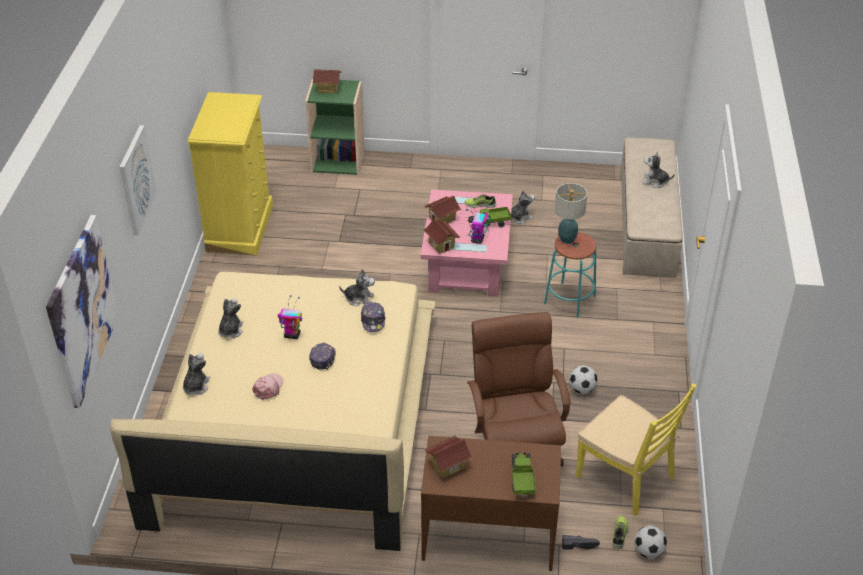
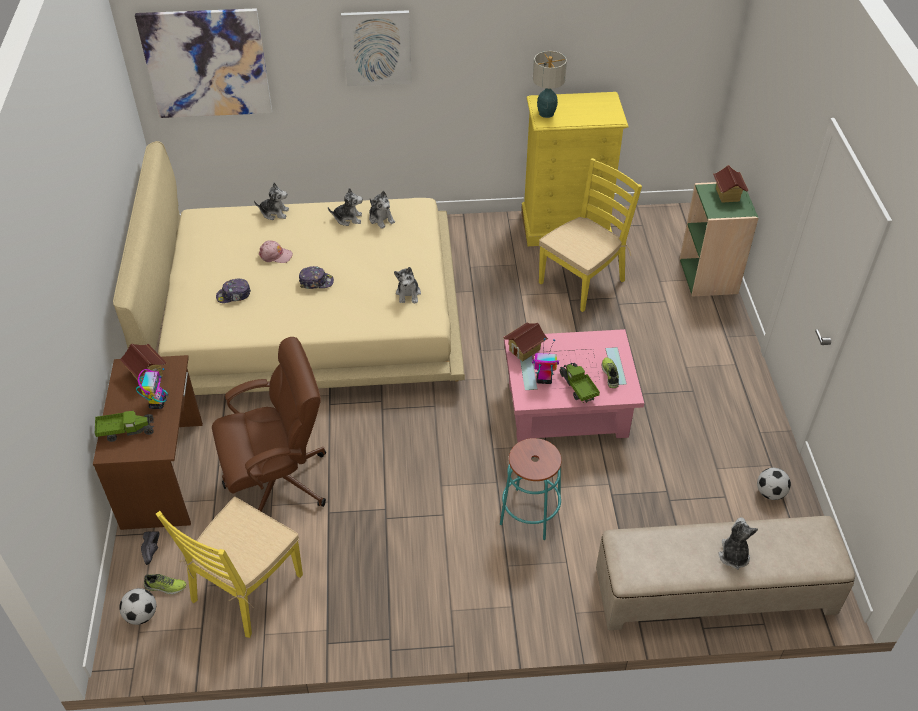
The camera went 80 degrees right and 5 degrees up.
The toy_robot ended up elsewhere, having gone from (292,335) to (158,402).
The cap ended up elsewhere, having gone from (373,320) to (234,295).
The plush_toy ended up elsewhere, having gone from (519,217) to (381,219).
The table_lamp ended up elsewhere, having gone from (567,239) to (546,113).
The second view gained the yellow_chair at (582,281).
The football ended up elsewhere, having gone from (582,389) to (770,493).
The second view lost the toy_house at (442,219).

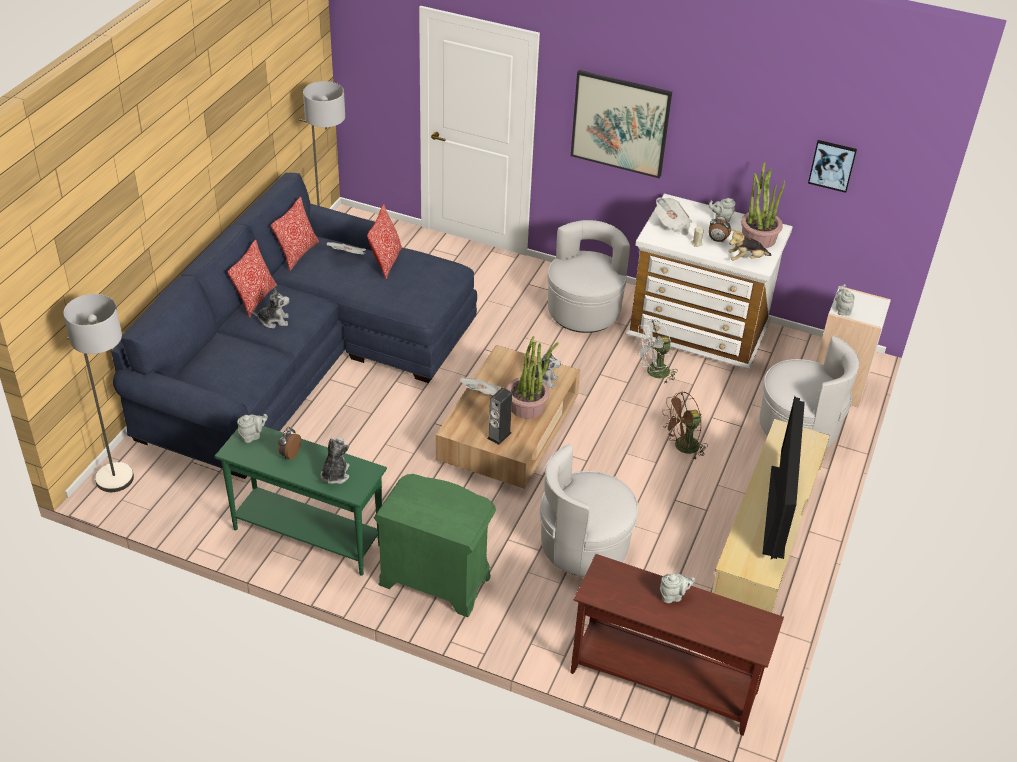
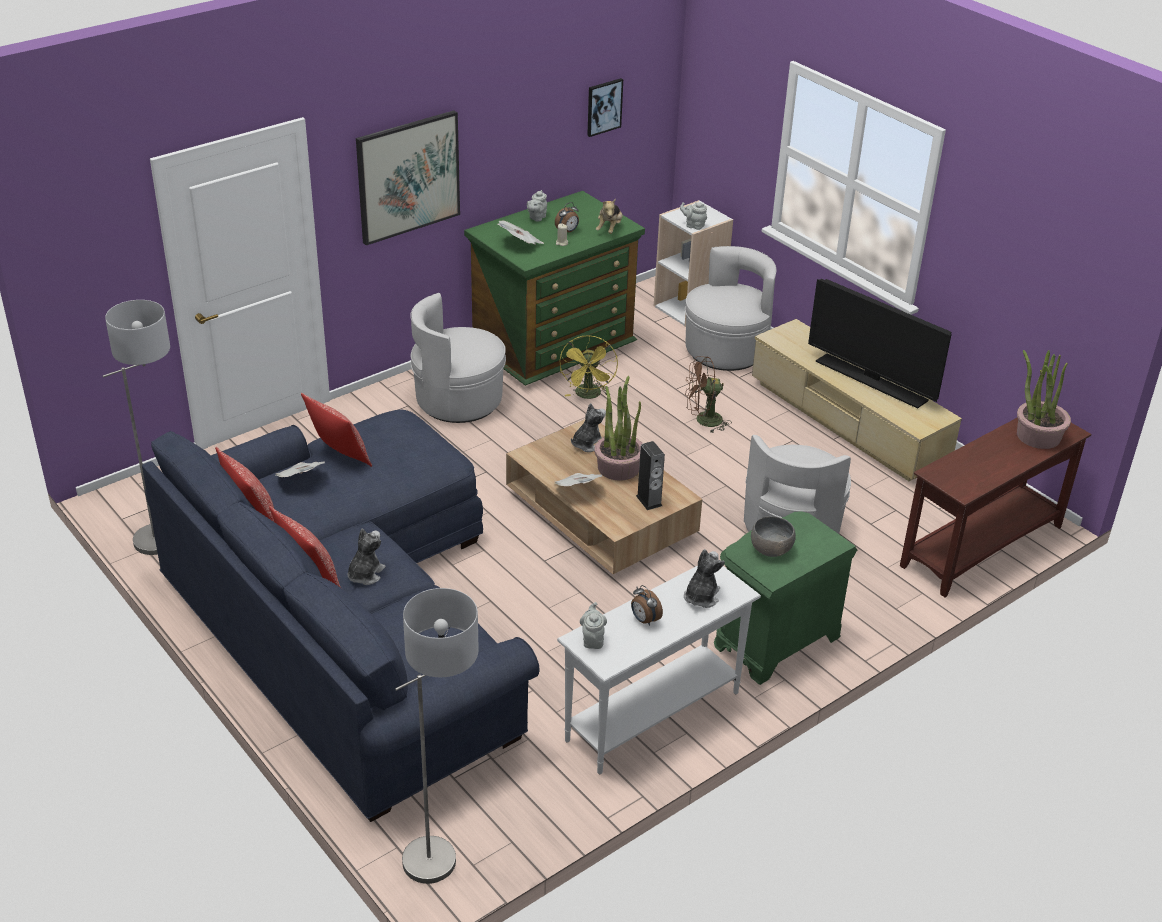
The camera went 60 degrees left and 5 degrees down.
The white_armchair at (583,312) ended up facing another way, 60 degrees counterclockwise from before.
What was the white_dresser at (699,332) turned into the green_dresser at (553,347).
What was the green_console_table at (306,538) turned into the white_console_table at (653,718).
What was the white_fan at (654,373) turned into the yellow_fan at (588,395).
The plush_toy at (335,474) ended up facing another way, 75 degrees clockwise from before.
The brown_fan at (682,447) ended up facing another way, 75 degrees clockwise from before.
The second view gained the grey_bowl at (771,549).
The potted_plant ended up elsewhere, having gone from (758,238) to (1038,436).
The second view lost the grey_teapot at (673,596).

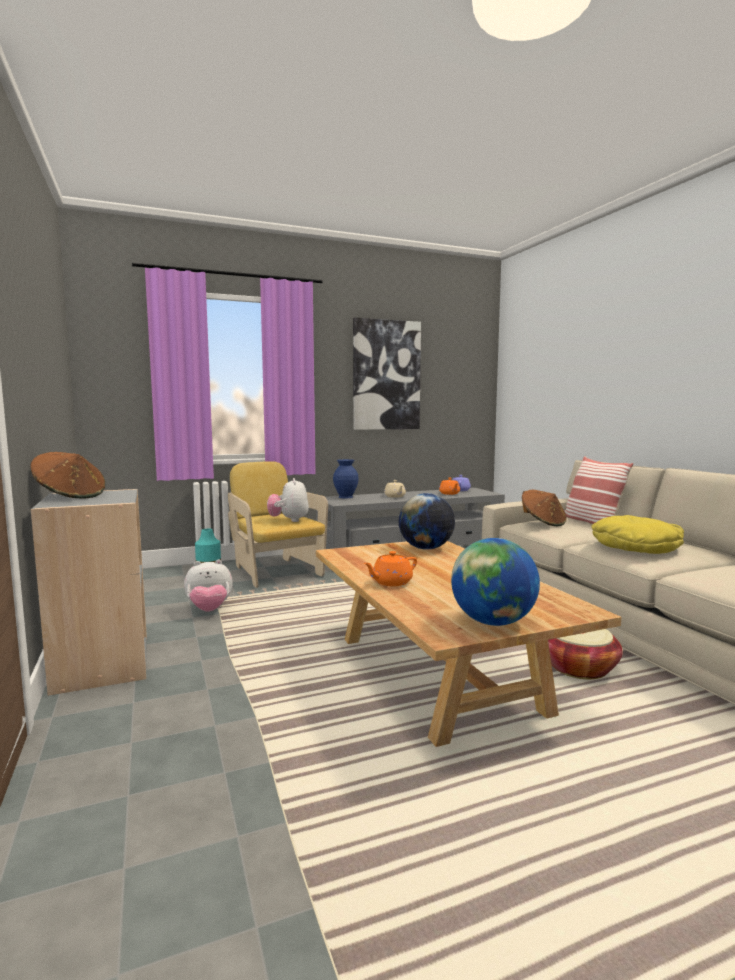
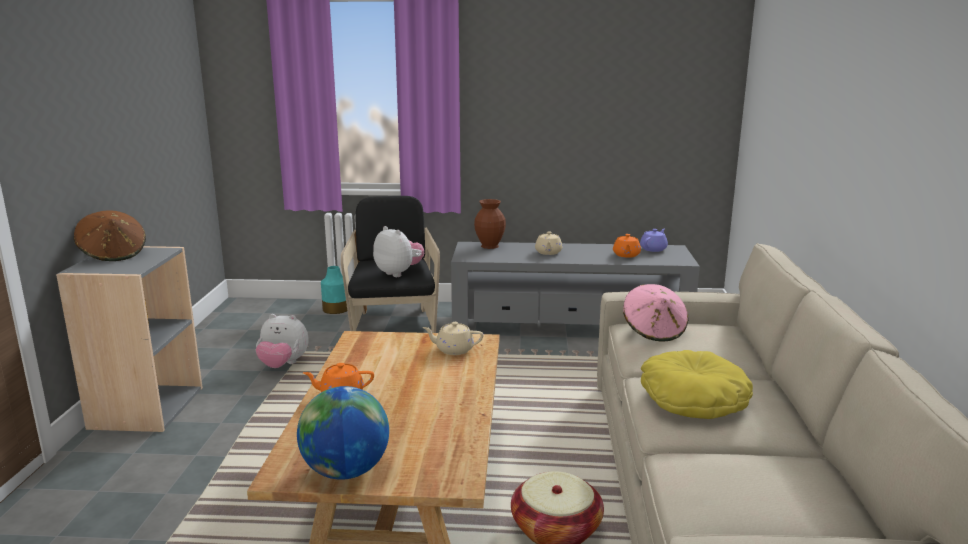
The camera went 25 degrees right and 10 degrees up.
What was the yellow_armchair at (275,572) turned into the black_armchair at (394,326).
The plush_toy at (289,520) ended up facing another way, 120 degrees clockwise from before.
Where the globe stood at (426,548), the beige_teapot came to stand at (453,350).
What was the blue_vase at (345,497) turned into the brown_vase at (489,246).
What was the brown_hat at (543,523) turned into the pink_hat at (654,331).
The second view lost the picture at (386,375).
The second view lost the pillow at (591,522).

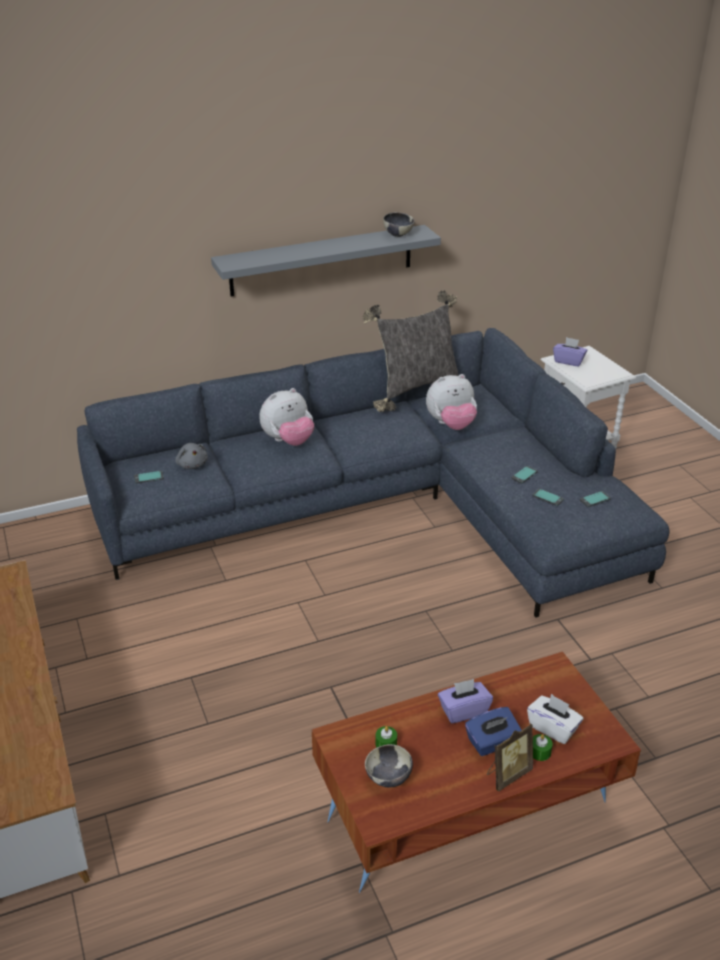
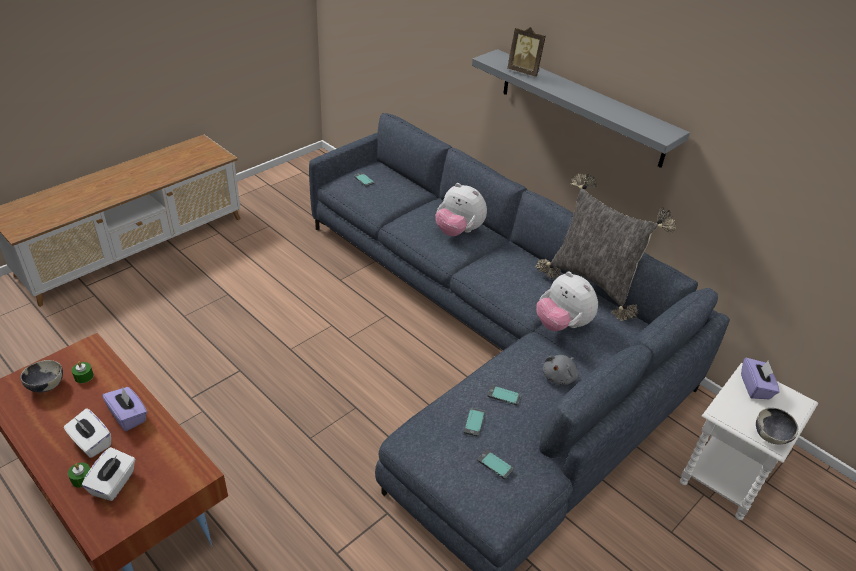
The camera went 65 degrees right and 5 degrees up.
What was the blue_tissue_box at (492,742) turned into the white_tissue_box at (91,442).
The picture_frame ended up elsewhere, having gone from (507,774) to (524,71).
The grey_plush_toy ended up elsewhere, having gone from (192,464) to (559,377).
The bowl ended up elsewhere, having gone from (398,234) to (771,436).

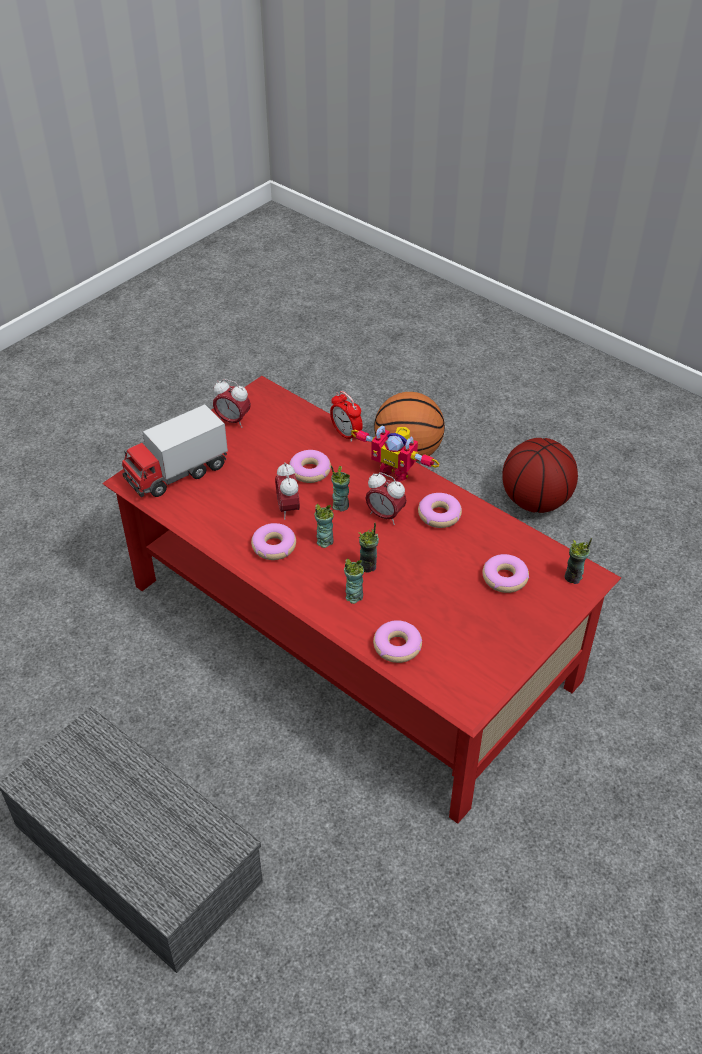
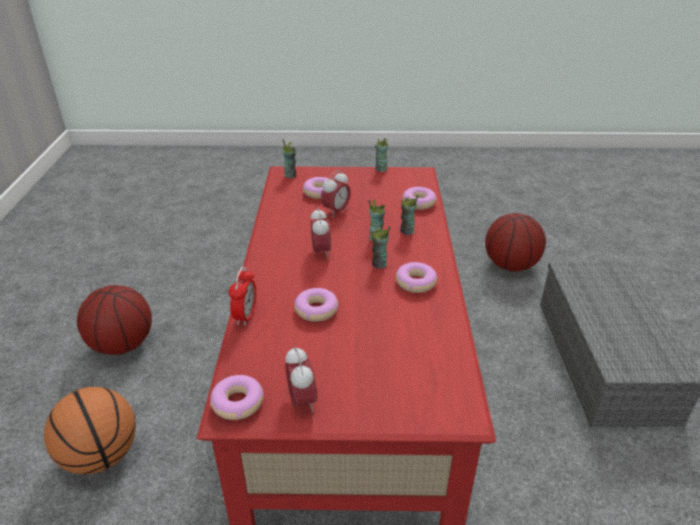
The camera went 130 degrees left and 10 degrees down.
The donut ended up elsewhere, having gone from (439,515) to (237,403).
The alarm_clock ended up elsewhere, having gone from (288,509) to (336,211).
The cup ended up elsewhere, having gone from (340,505) to (381,169).
The second view gained the basketball at (511,265).
The second view lost the toy_truck at (177,473).
The second view lost the toy_robot at (396,470).

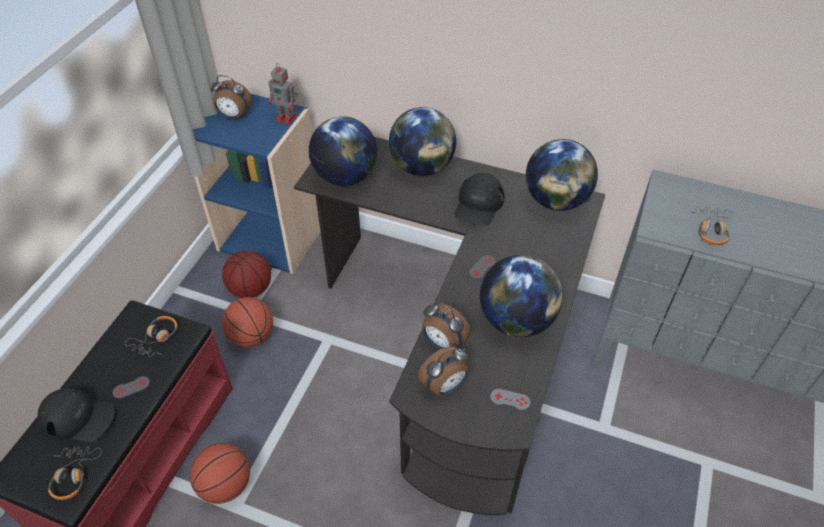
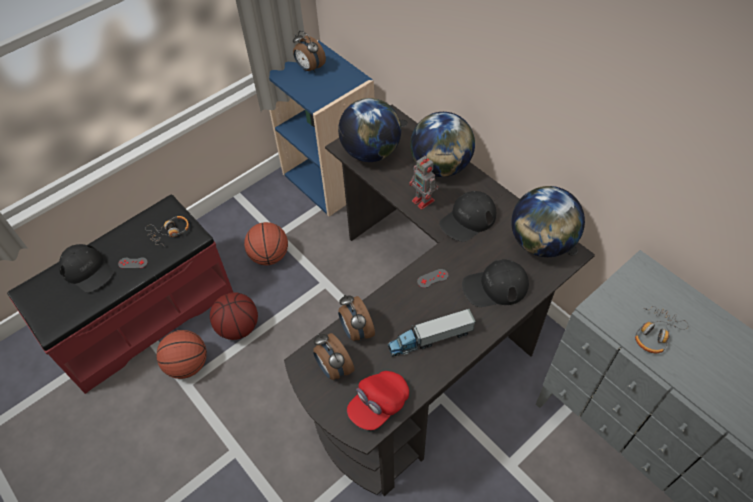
The camera went 30 degrees right and 5 degrees up.
The basketball ended up elsewhere, having gone from (250,289) to (238,327).
The alarm_clock at (445,386) ended up facing another way, 60 degrees clockwise from before.
Where the grey_game_controller stood at (510,399), the red_cap came to stand at (378,405).
Where the globe stood at (516,320), the toy_truck came to stand at (430,339).
The toy_robot ended up elsewhere, having gone from (287,118) to (424,201).
The second view gained the black_cap at (495,287).
The second view lost the headphones at (73,475).

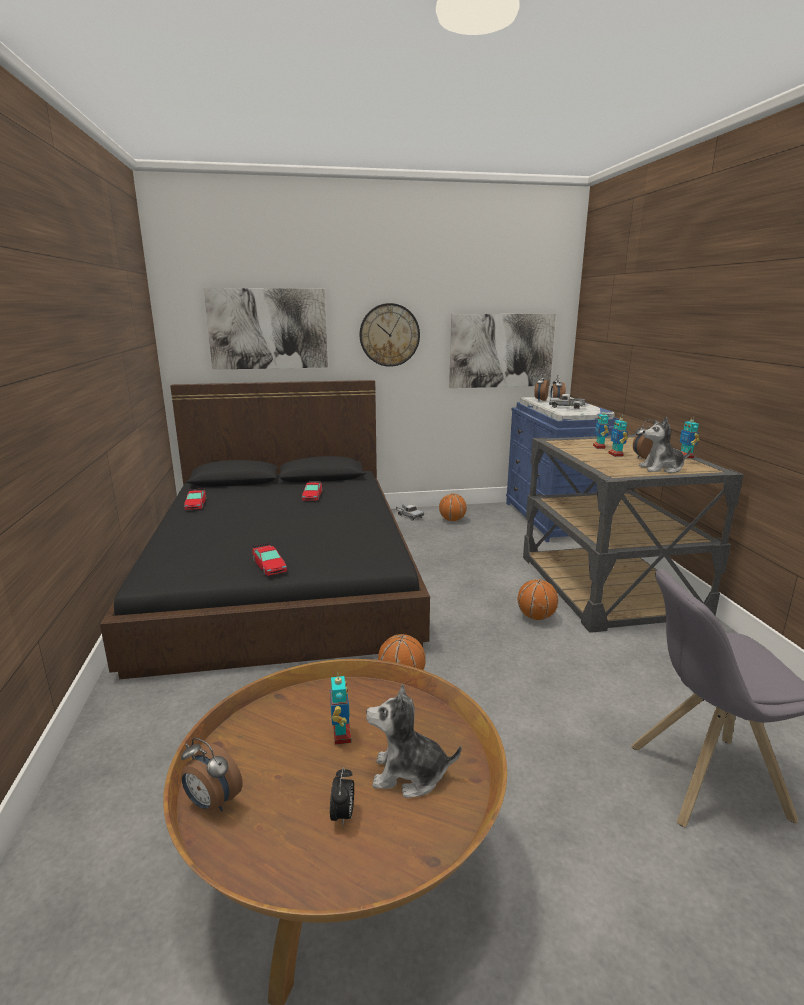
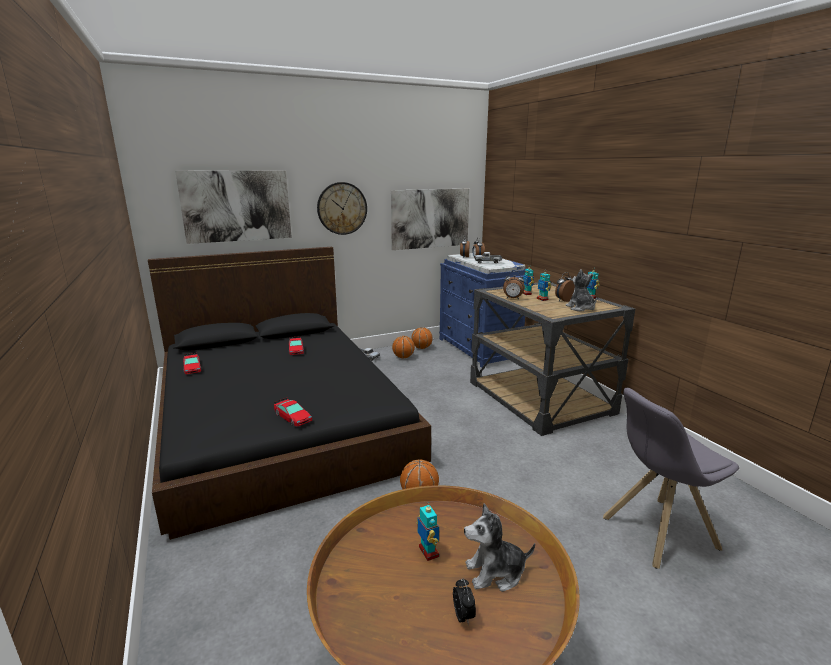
The camera went 15 degrees left and 0 degrees up.
The basketball ended up elsewhere, having gone from (536,617) to (421,348).
The alarm_clock ended up elsewhere, having gone from (212,803) to (512,298).
The plush_toy at (662,468) ended up facing another way, 90 degrees clockwise from before.

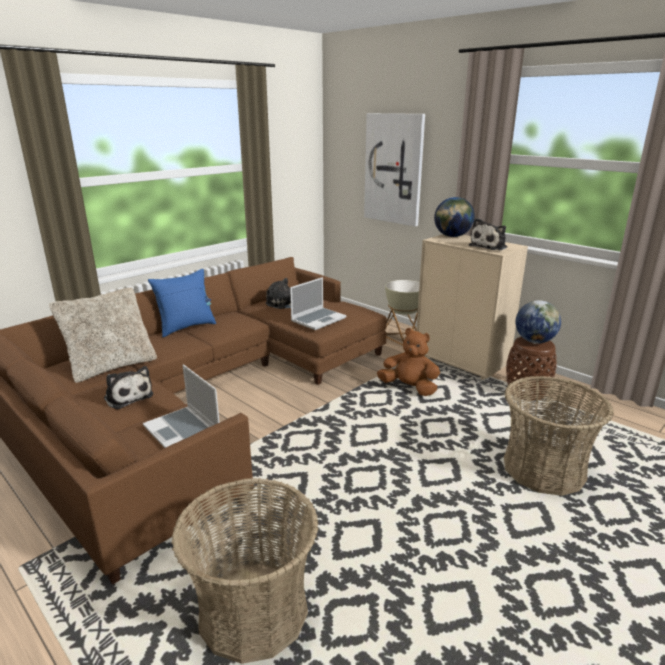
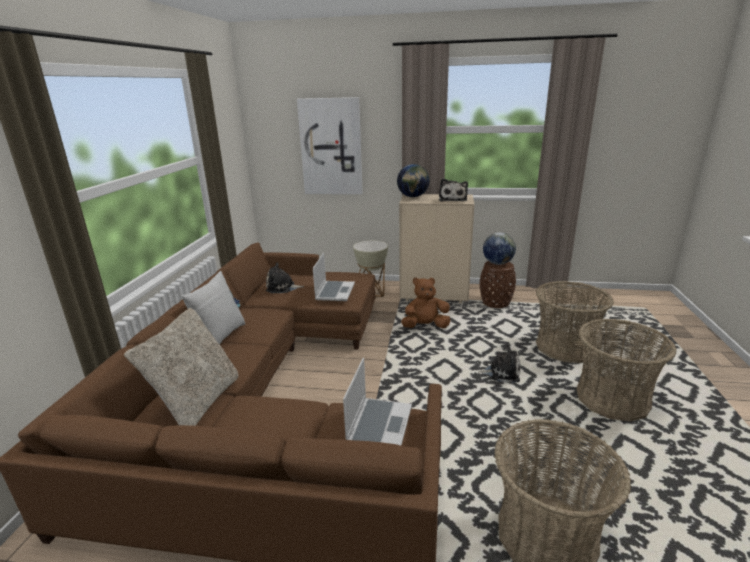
The camera went 35 degrees left and 0 degrees up.
What was the blue_pillow at (186,328) turned into the grey_pillow at (221,337).
The laptop at (183,432) ended up facing another way, 90 degrees counterclockwise from before.
The plush_toy ended up elsewhere, having gone from (128,396) to (502,372).
The second view gained the basket at (612,399).

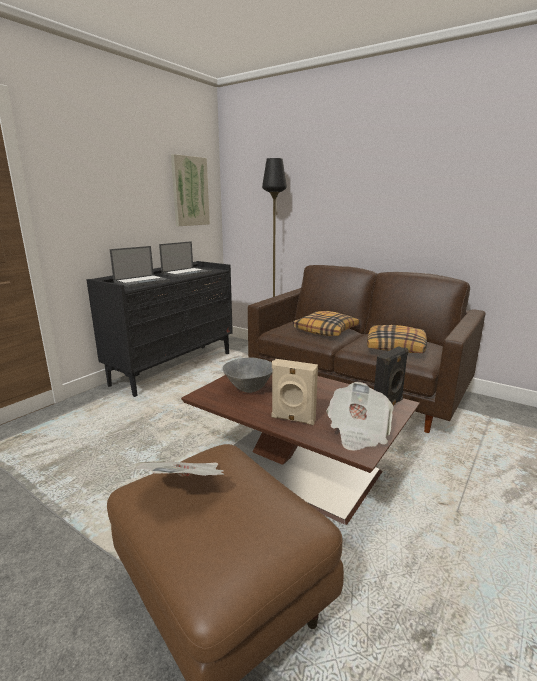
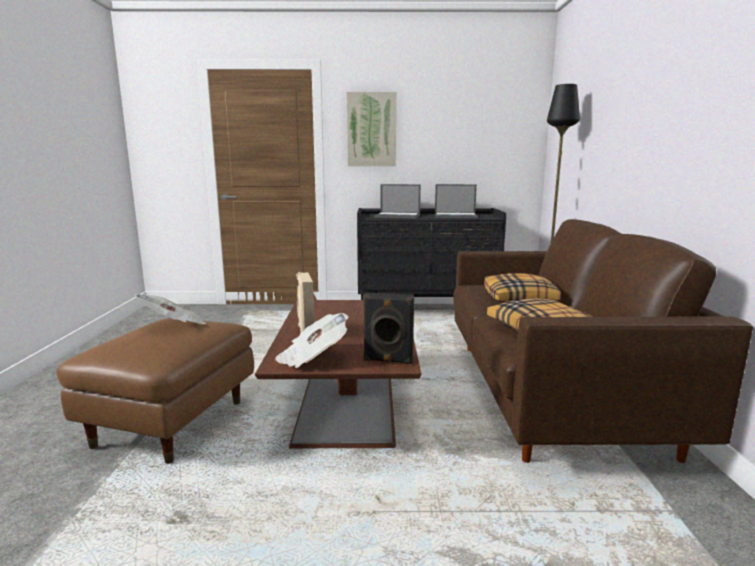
The camera went 55 degrees right and 5 degrees down.
The picture ended up elsewhere, having gone from (190,191) to (371,130).
The second view lost the grey_bowl at (249,389).

